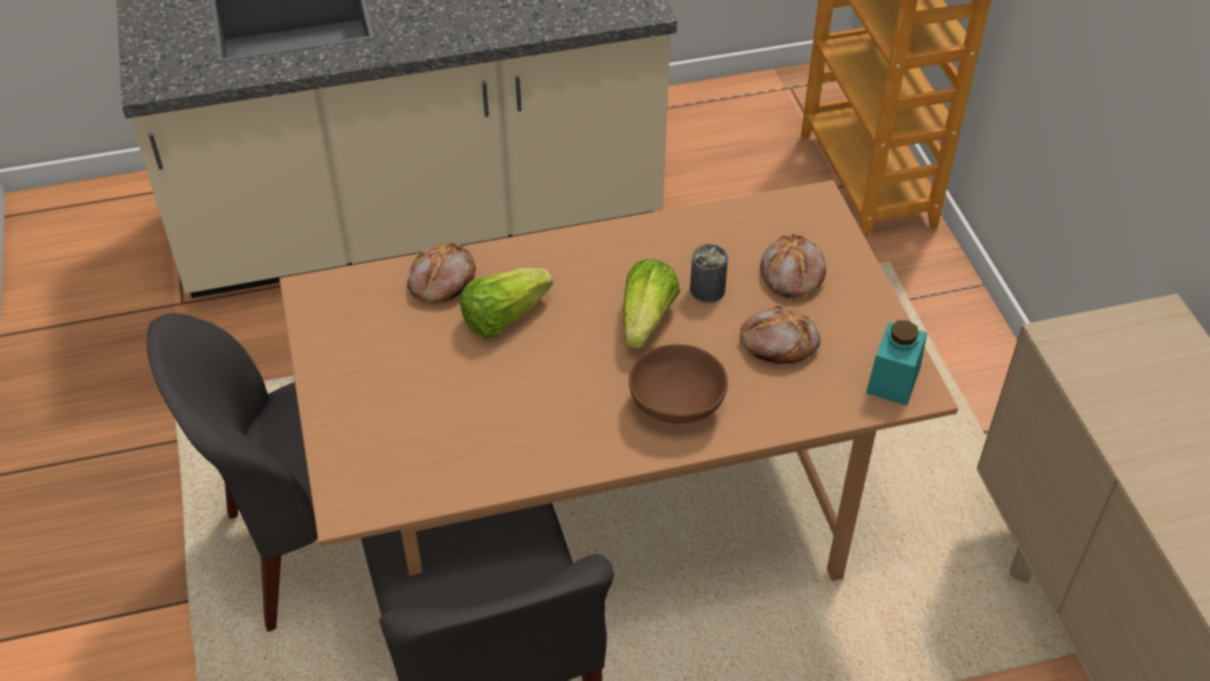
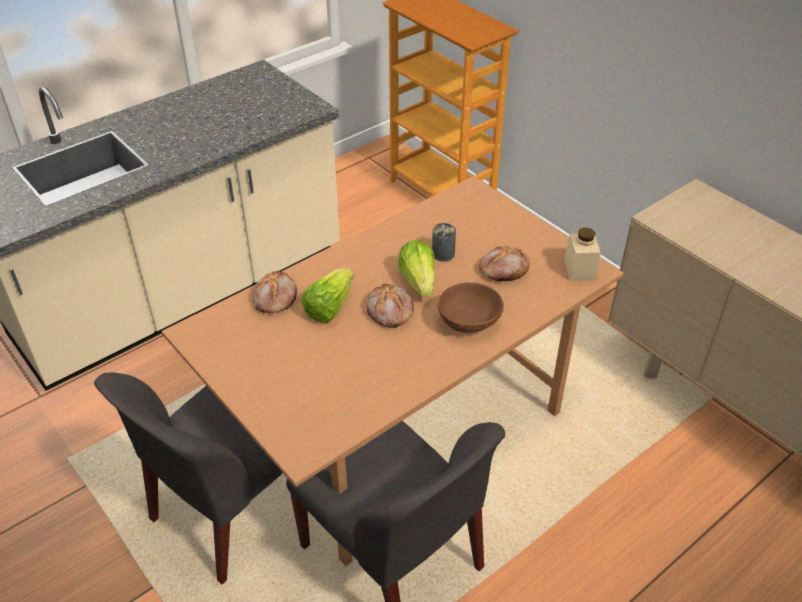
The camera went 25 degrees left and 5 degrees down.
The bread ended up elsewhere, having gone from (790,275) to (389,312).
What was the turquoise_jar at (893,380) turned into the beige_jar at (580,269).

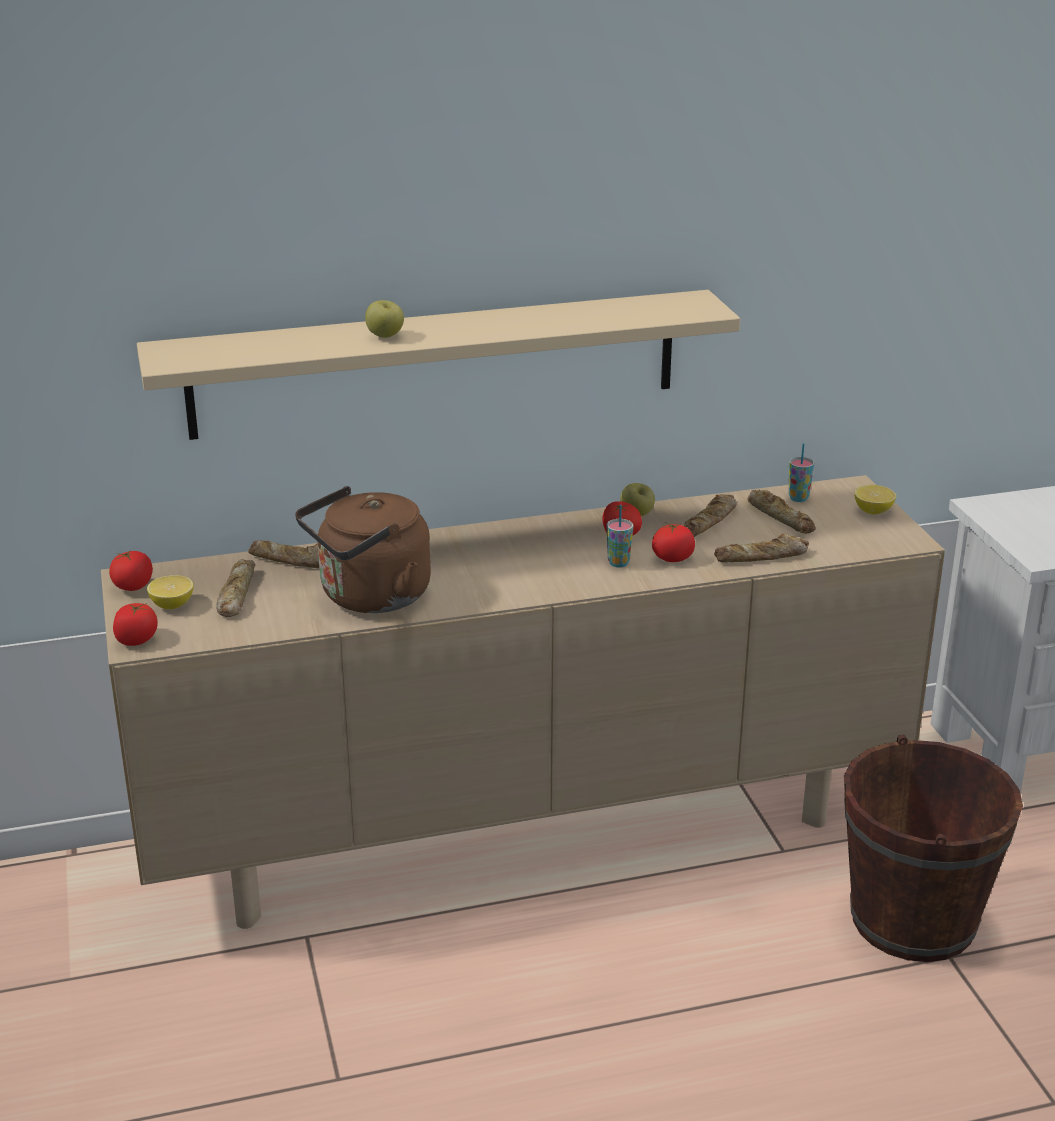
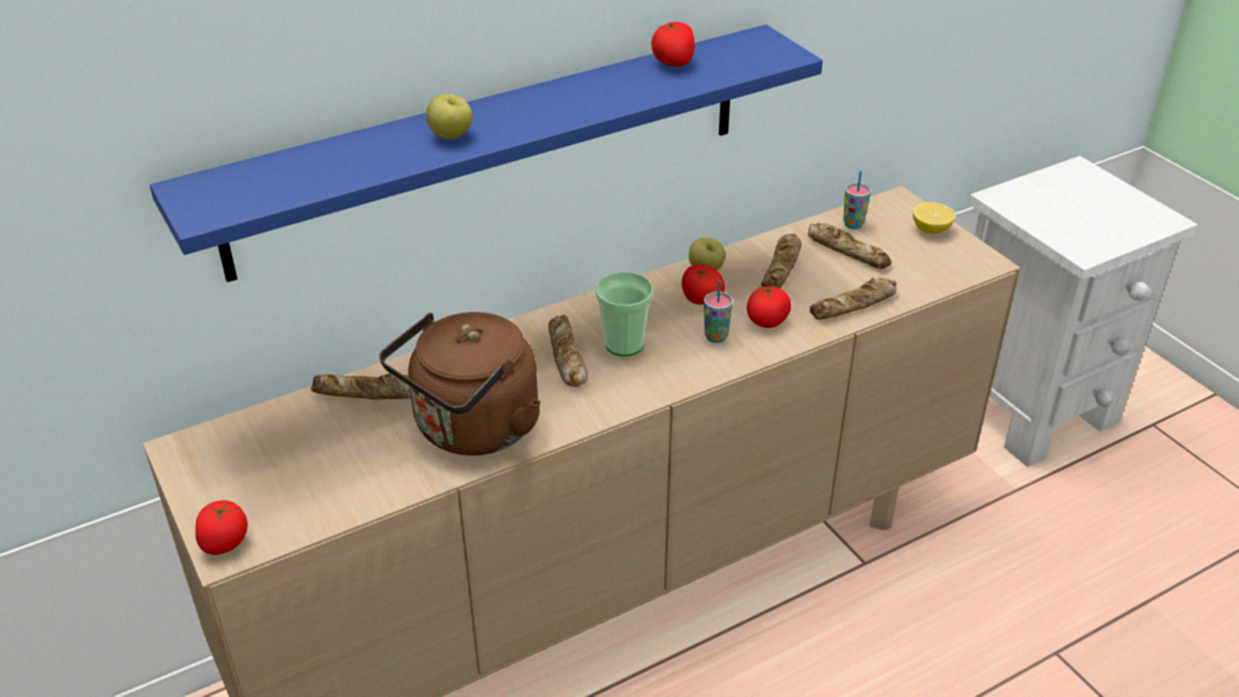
The camera went 15 degrees left and 10 degrees up.
What was the beige_shelf at (435,364) turned into the blue_shelf at (493,149).
The bread ended up elsewhere, having gone from (235,594) to (565,357).
The second view gained the cup at (624,344).
The tomato ended up elsewhere, having gone from (133,586) to (673,63).
The second view lost the lemon at (172,605).
The second view lost the brown_bucket at (913,920).

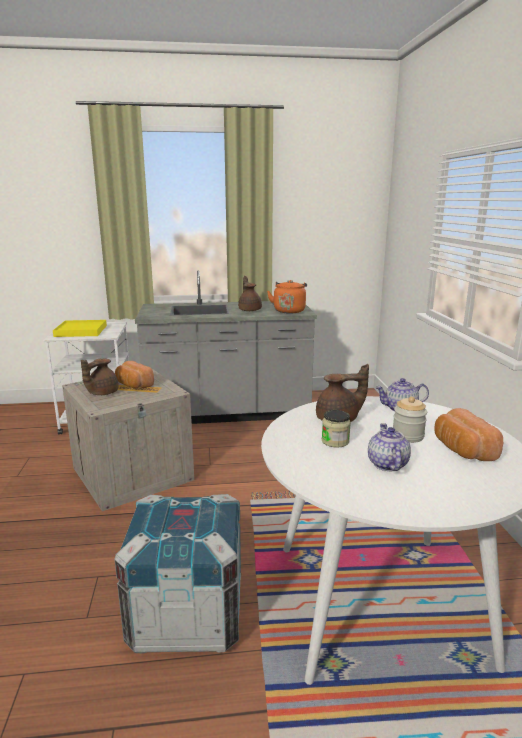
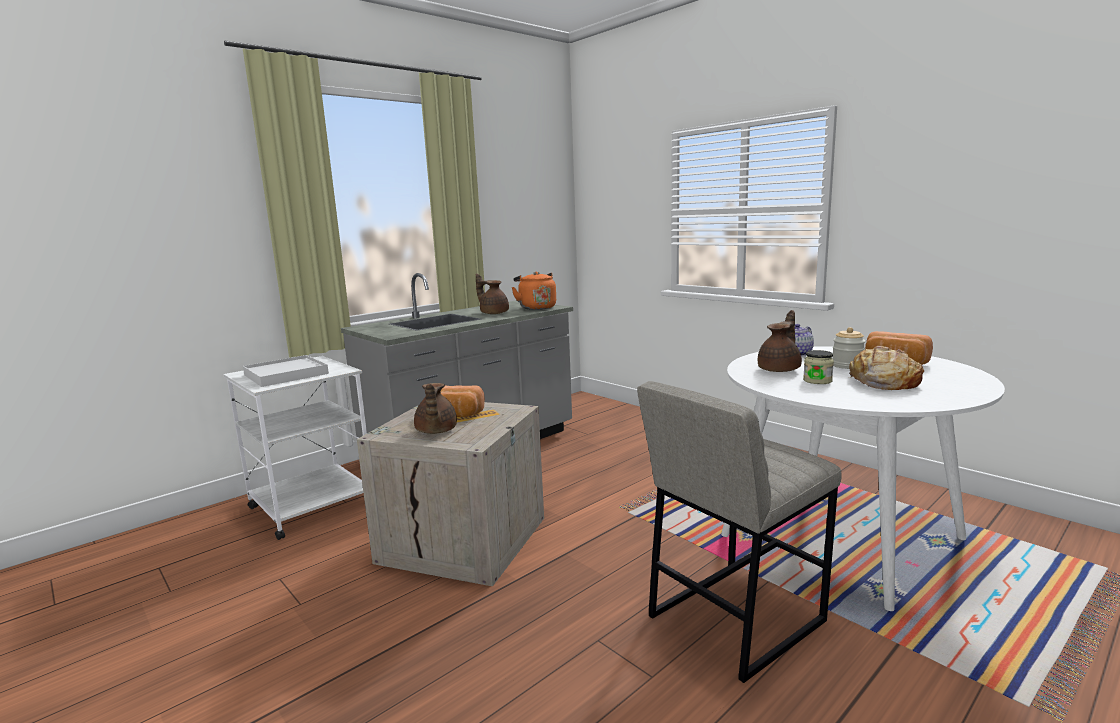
The camera went 35 degrees left and 5 degrees down.
What was the yellow_tray at (81,331) turned into the white_tray at (286,374).
Where the crate stood at (187,614), the grey_chair came to stand at (733,620).
Where the teapot stood at (386,464), the bread came to stand at (883,382).

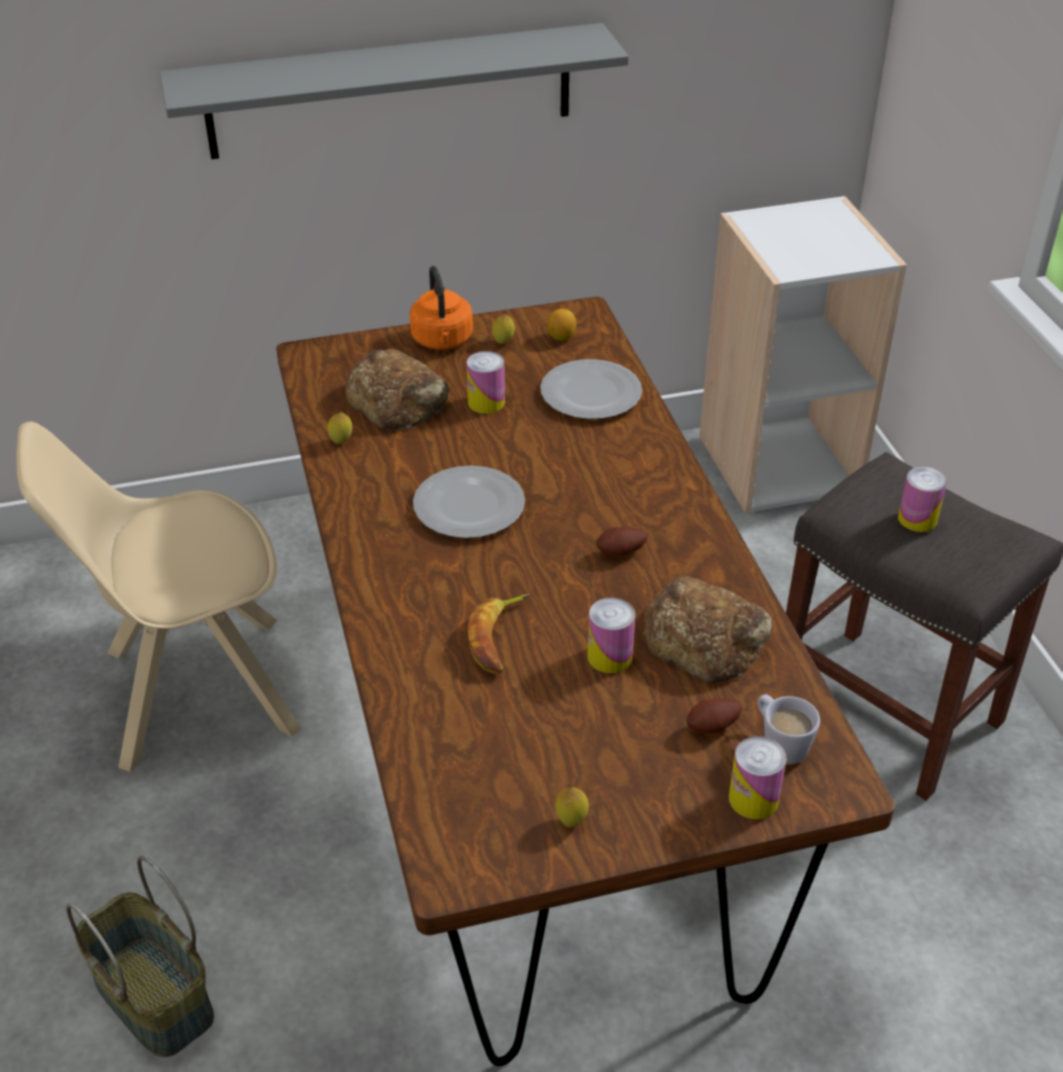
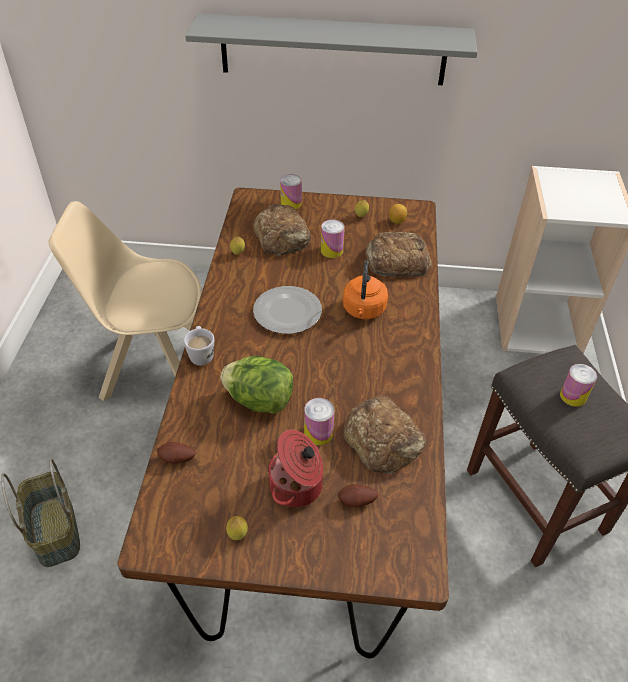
The camera went 20 degrees right and 5 degrees up.
The potato ended up elsewhere, having gone from (621,553) to (177,459).
The white_mug ended up elsewhere, having gone from (779,744) to (201,354).
Where the banana stood at (499,638), the lettuce came to stand at (259,401).
The second view gained the cooking_pot at (297,486).
The can ended up elsewhere, having gone from (753,799) to (291,204).
The orange_kettle ended up elsewhere, having gone from (442,341) to (363,310).
Where the plate stood at (591,394), the bread came to stand at (396,261).

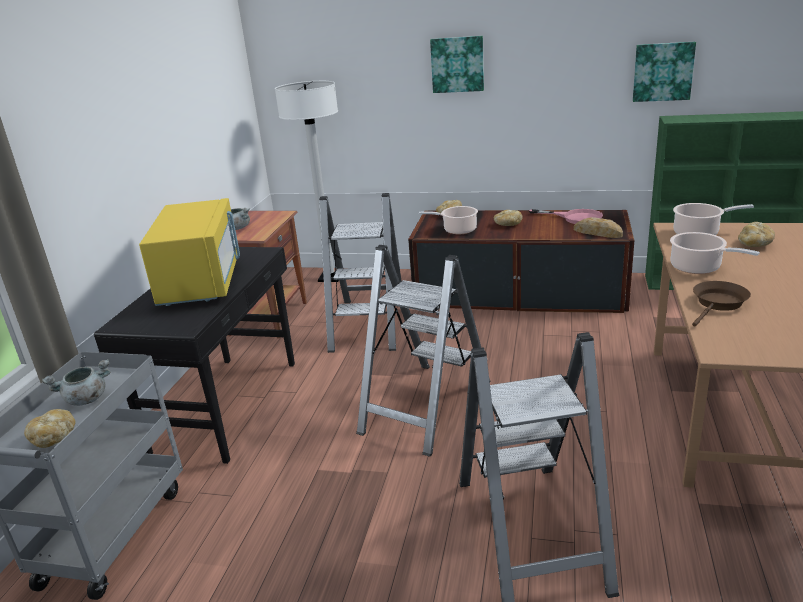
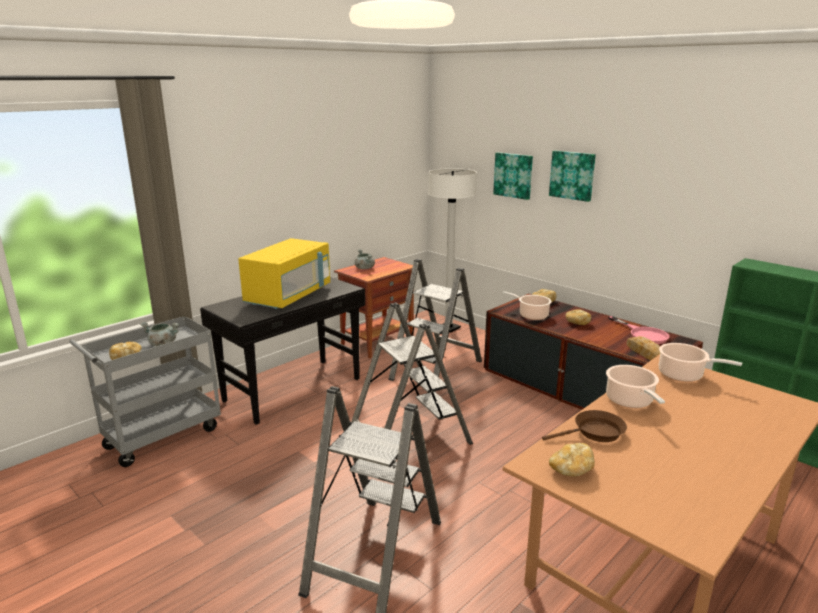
The camera went 30 degrees right and 5 degrees down.
The picture ended up elsewhere, having gone from (663,71) to (513,175).
The bread ended up elsewhere, having gone from (754,244) to (571,470).

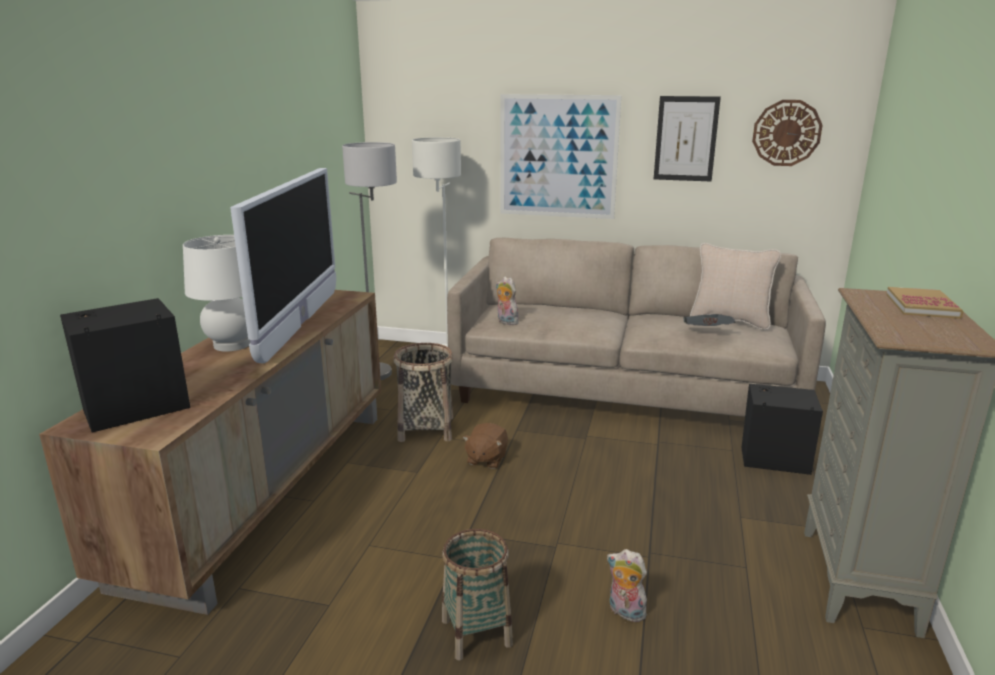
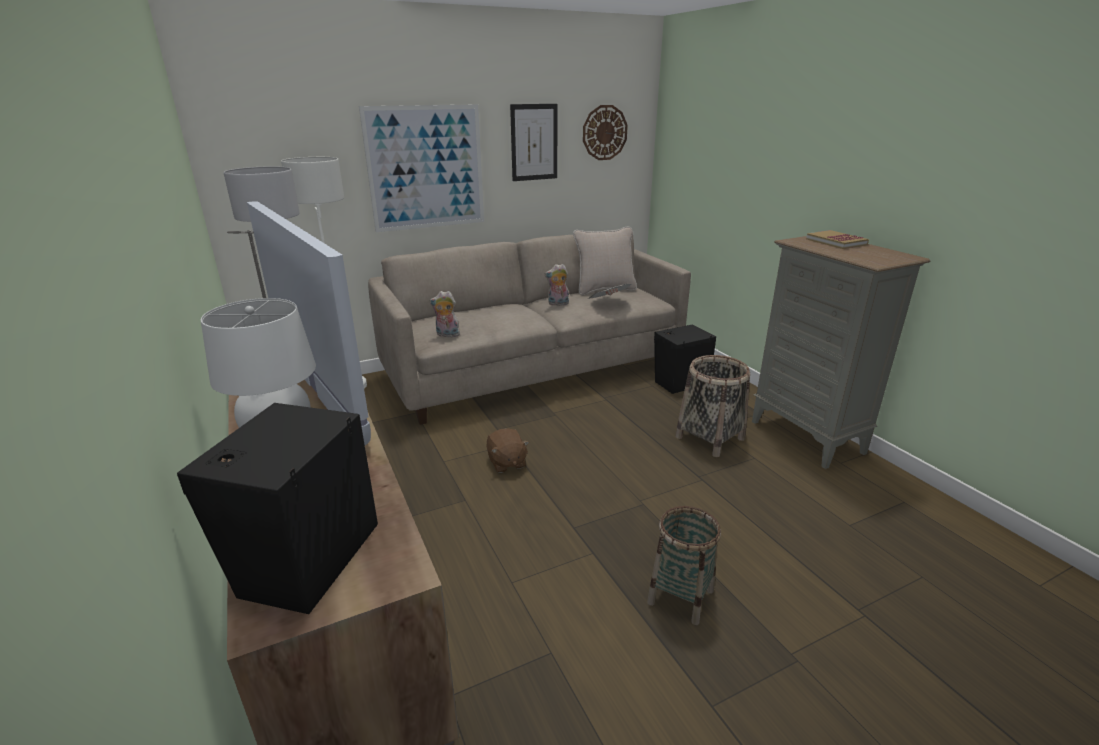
The camera went 40 degrees left and 5 degrees up.
The plush_toy ended up elsewhere, having gone from (624,612) to (558,304).
The basket ended up elsewhere, having gone from (426,429) to (710,438).

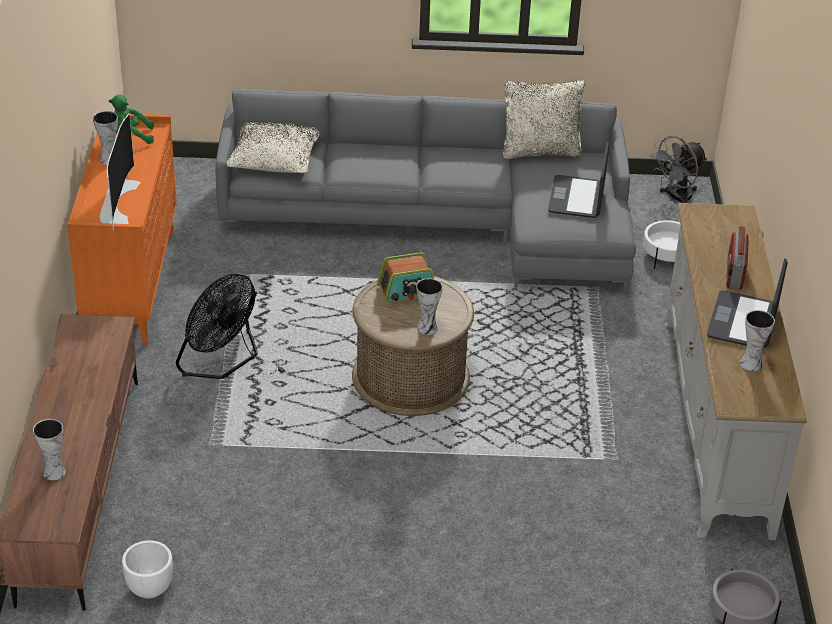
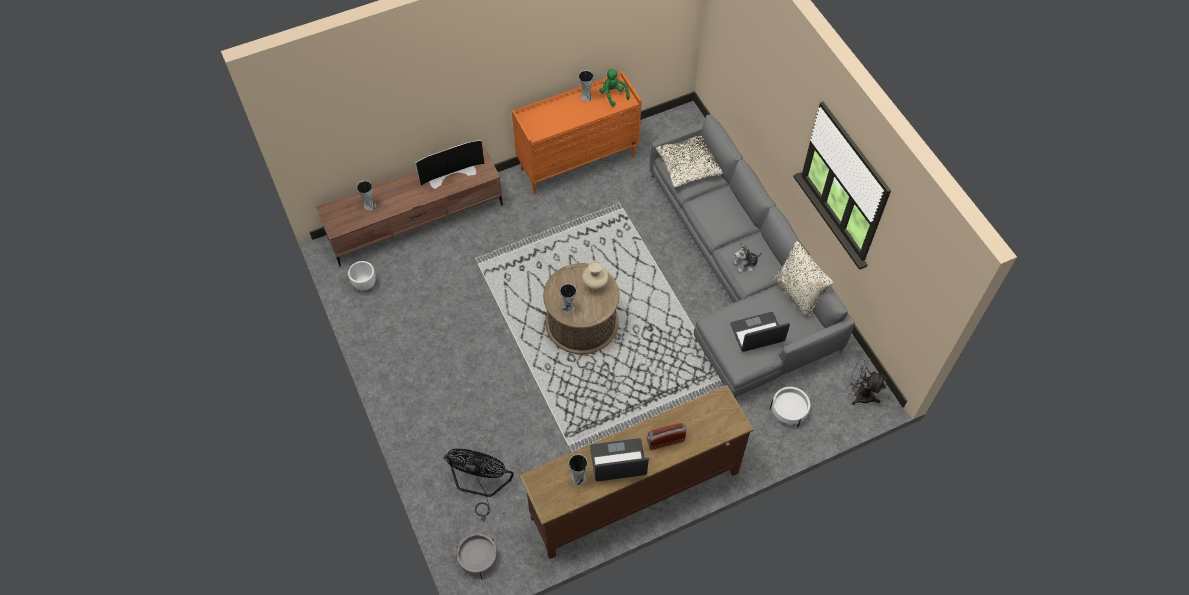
The camera went 65 degrees right and 20 degrees up.
The television ended up elsewhere, having gone from (116,201) to (452,173).
The black_fan ended up elsewhere, having gone from (232,360) to (479,485).
What was the grey_cabinet at (713,423) turned into the brown_cabinet at (634,493).
Where the radio stood at (407,291), the beige_vase came to stand at (595,284).
The second view gained the plush_toy at (745,264).

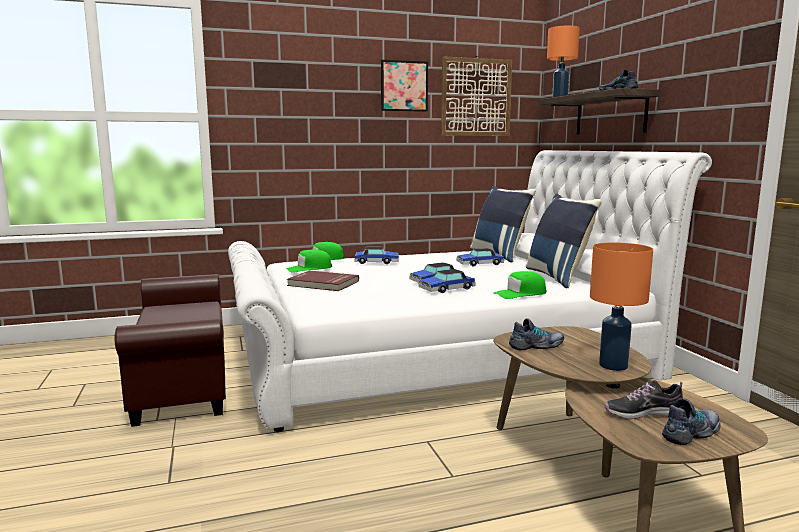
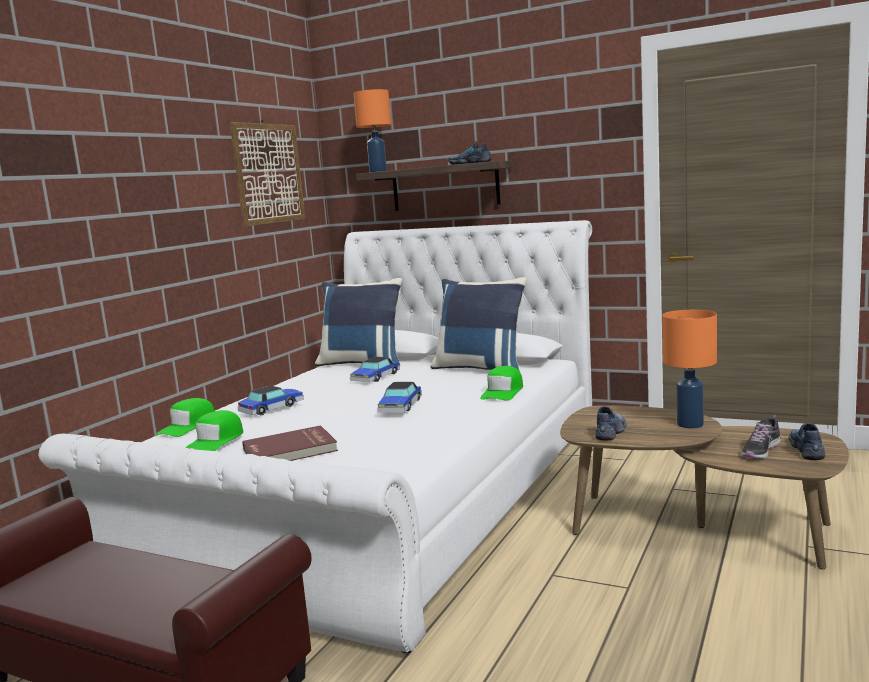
The camera went 45 degrees left and 0 degrees up.
The second view lost the picture at (404,86).
The second view lost the toy_car at (447,289).

